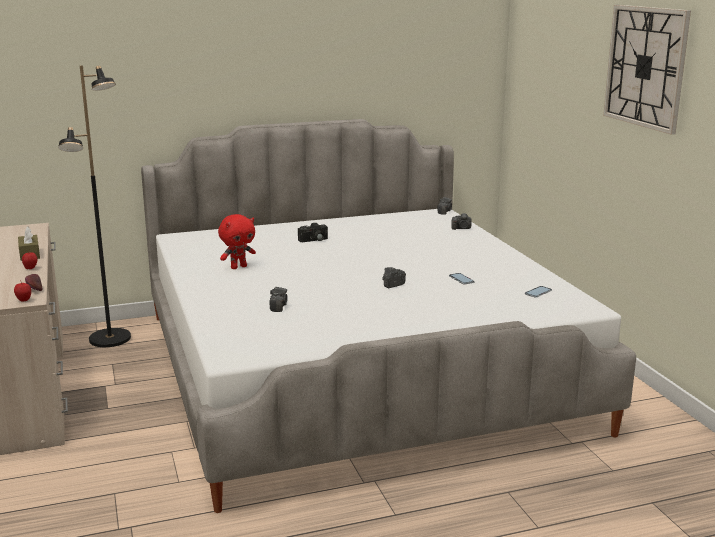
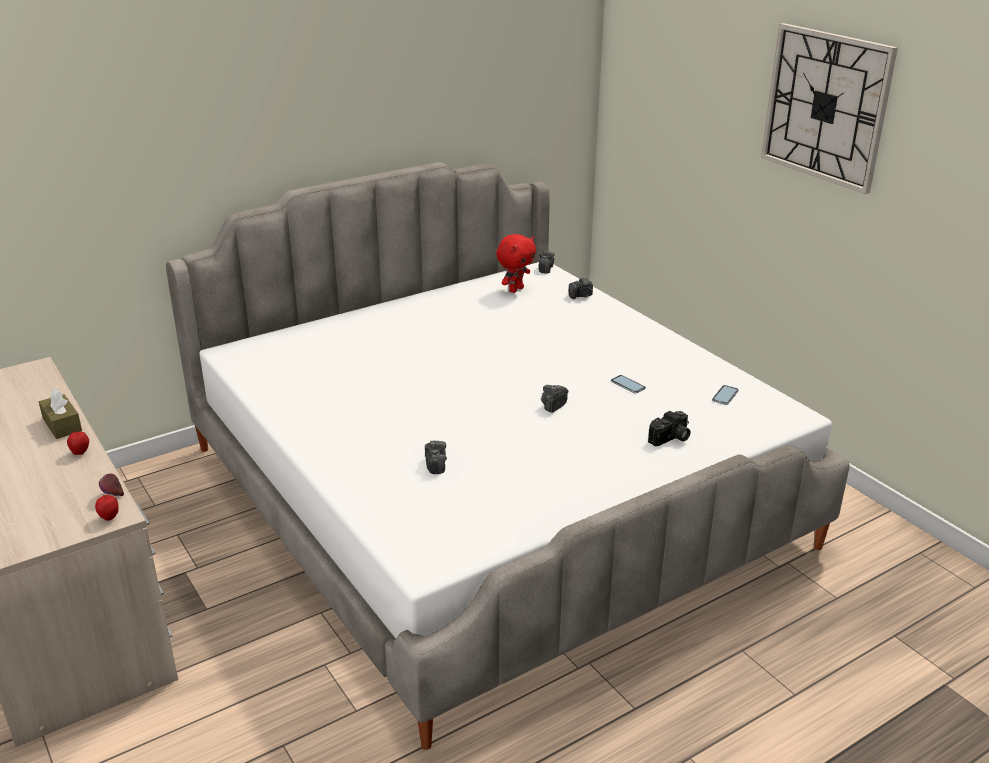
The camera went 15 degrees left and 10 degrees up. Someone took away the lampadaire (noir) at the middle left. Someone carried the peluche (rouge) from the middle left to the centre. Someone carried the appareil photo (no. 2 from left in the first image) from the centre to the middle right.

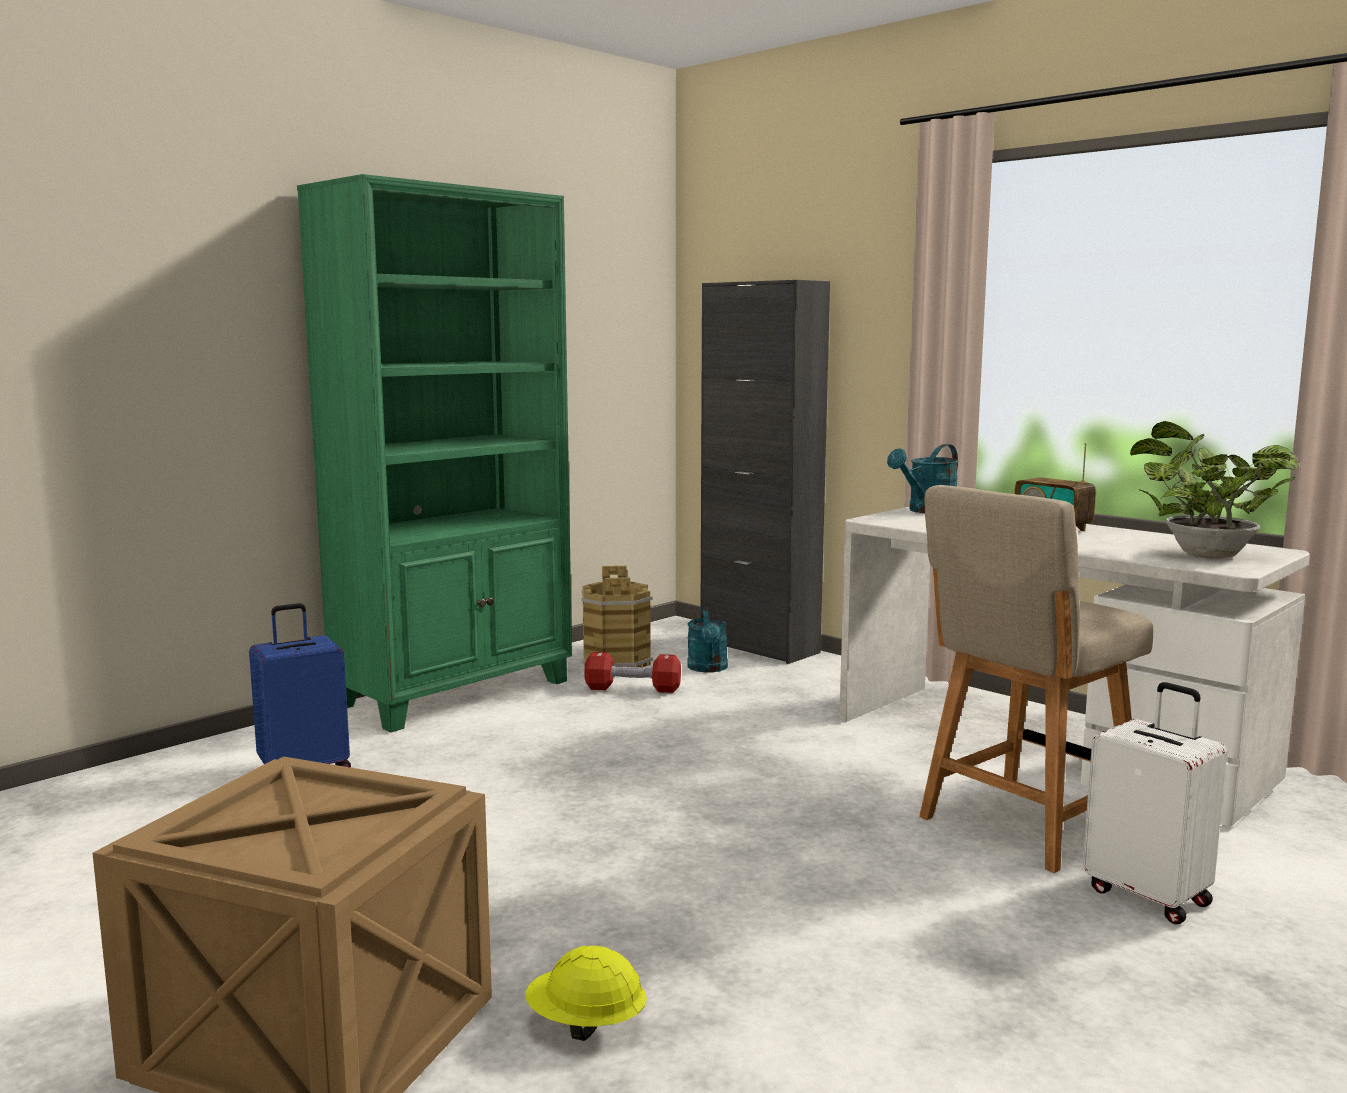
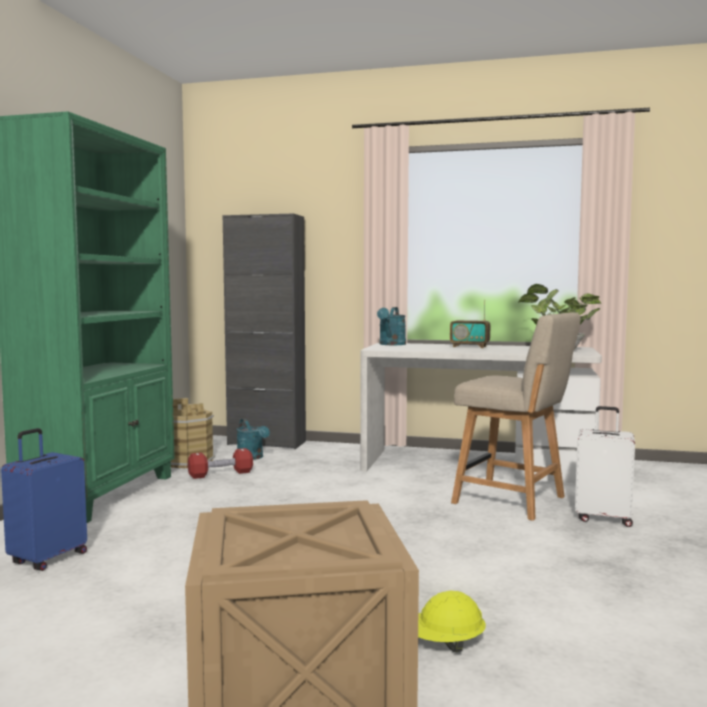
The camera went 30 degrees left and 5 degrees down. Someone rotated the chaise (beige) at the middle right by 75 degrees counterclockwise.

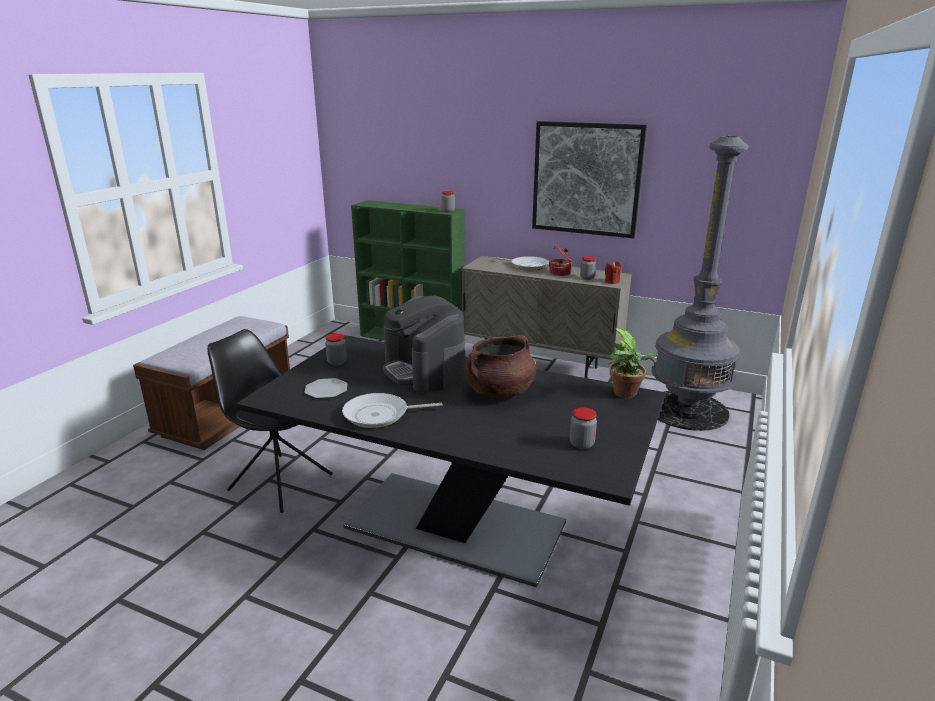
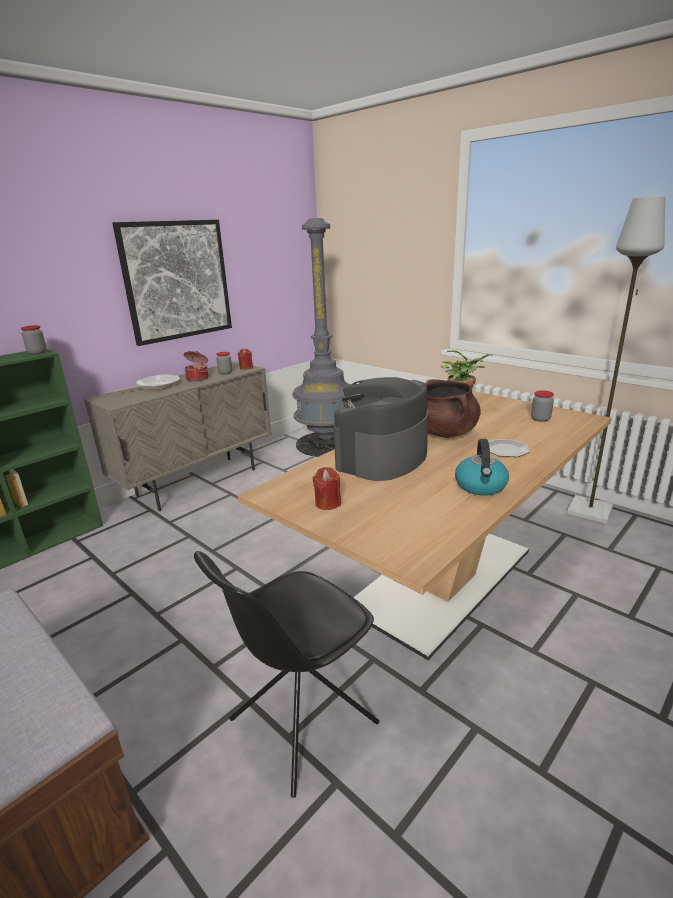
The camera went 70 degrees left and 0 degrees up. Someone put down the lampadaire (gris) (no. 2 from left) at the middle right. Someone carried the assiette from the centre to the middle right. Someone swapped the bocal (no. 1 from left) at the centre for the bougie (rouge) (no. 2 from left) at the centre. Someone swapped the poêle (no. 1 from left) at the centre for the bouilloire at the middle right. Someone repainted the table à manger (noir) at the centre, which became the table à manger (beige) at the centre. Someone rotated the machine à café at the centre by 135 degrees clockwise.

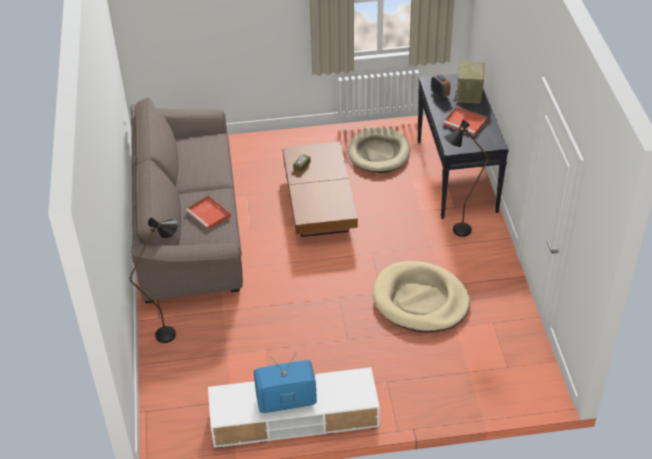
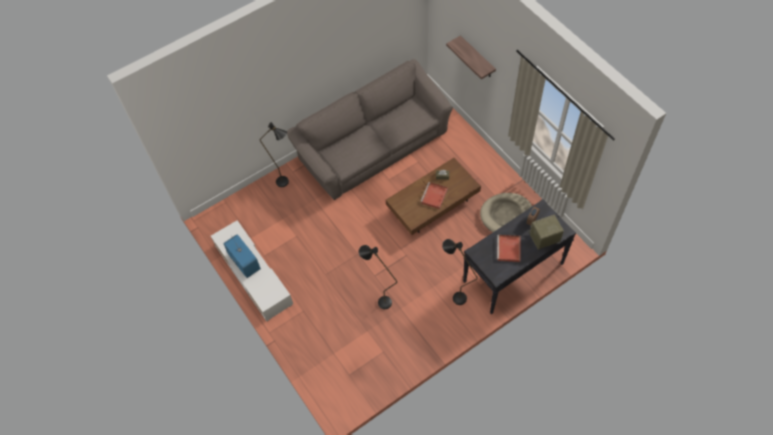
The camera went 65 degrees right and 15 degrees up. Someone put up the étagère at the top centre. Someone carried the plateau (rouge) (no. 1 from left) from the middle left to the centre. Someone swapped the panier pour chien (beige) (no. 2 from left) at the centre for the lampadaire (noir) (no. 2 from left) at the centre.

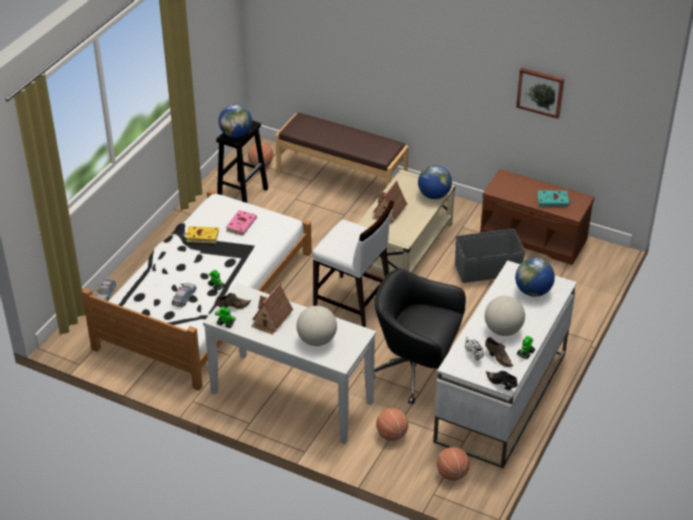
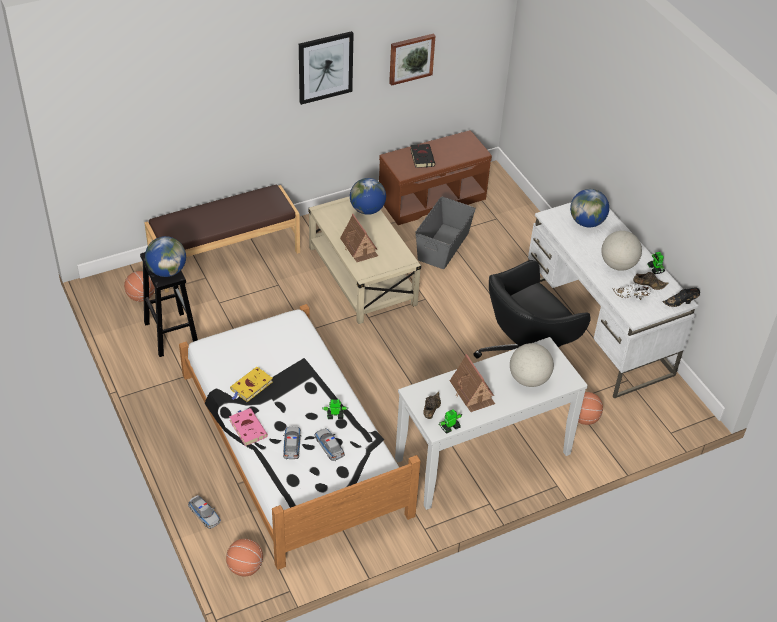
The camera went 55 degrees left and 5 degrees up. Someone took away the chaise (blanc) at the centre. Someone took away the livre (turquoise) at the middle right. Someone put down the petite voiture (no. 2 from left) at the bottom centre. Someone put up the tableau (no. 1 from left) at the top centre. Someone put down the livre (noir) at the top centre. Someone carried the livre (rose) from the centre to the bottom left. Someone carried the ballon de basket (no. 3 from left in the first image) from the bottom centre to the bottom left.

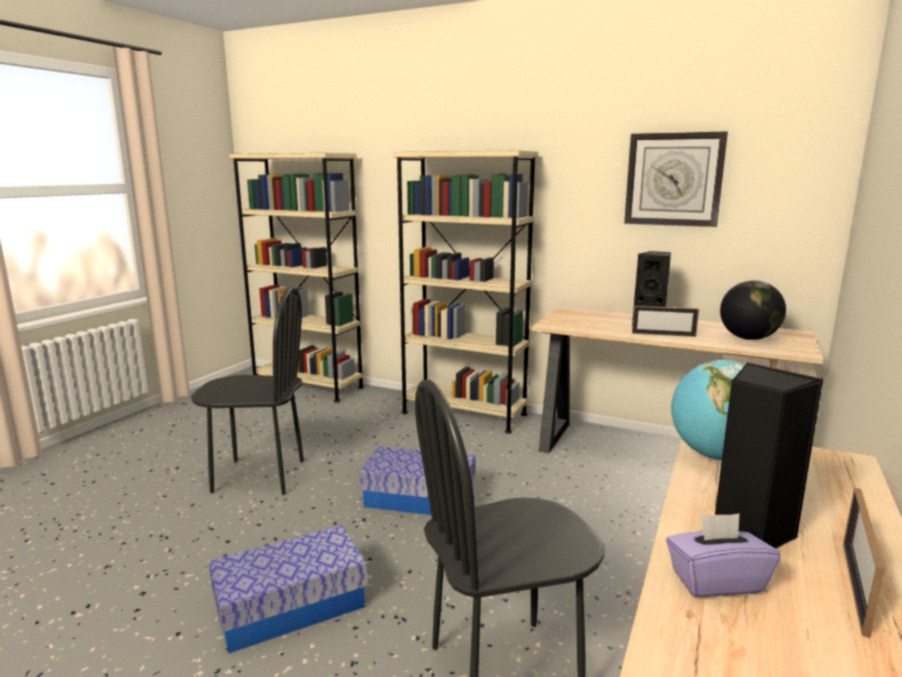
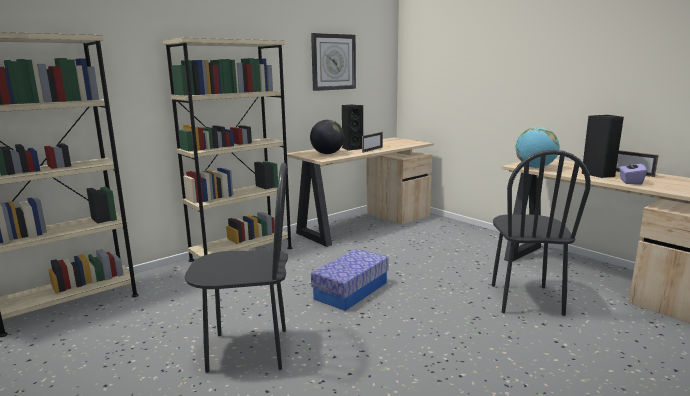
The camera went 65 degrees left and 0 degrees up. Someone took away the boîte de rangement (no. 1 from left) at the bottom left. Someone carried the globe (no. 2 from left in the first image) from the middle right to the centre. Someone rotated the chaise (noir) (no. 1 from left) at the middle left by 60 degrees clockwise.

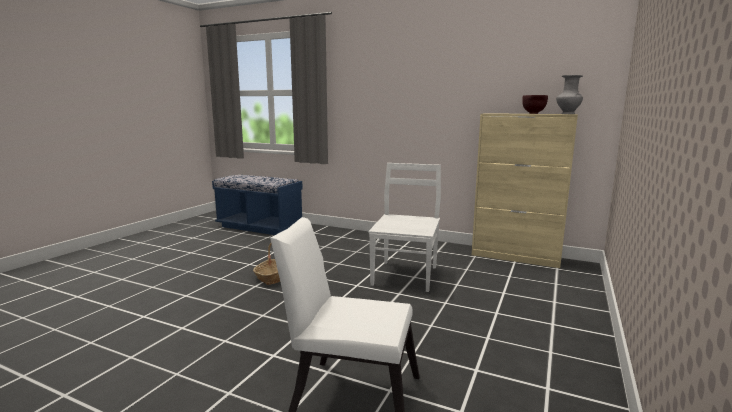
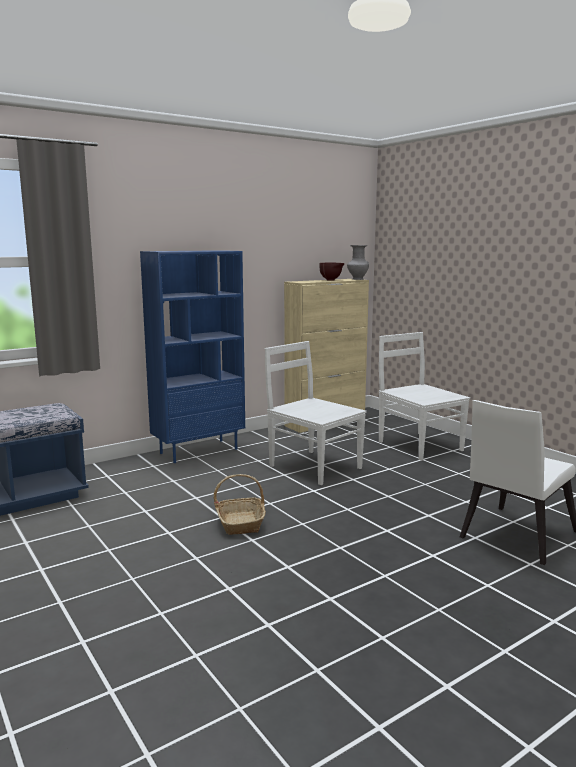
The camera went 60 degrees left and 0 degrees up. Someone put down the bibliothèque (bleu) at the centre. Someone put down the chaise (blanc) (no. 2 from left) at the middle right.

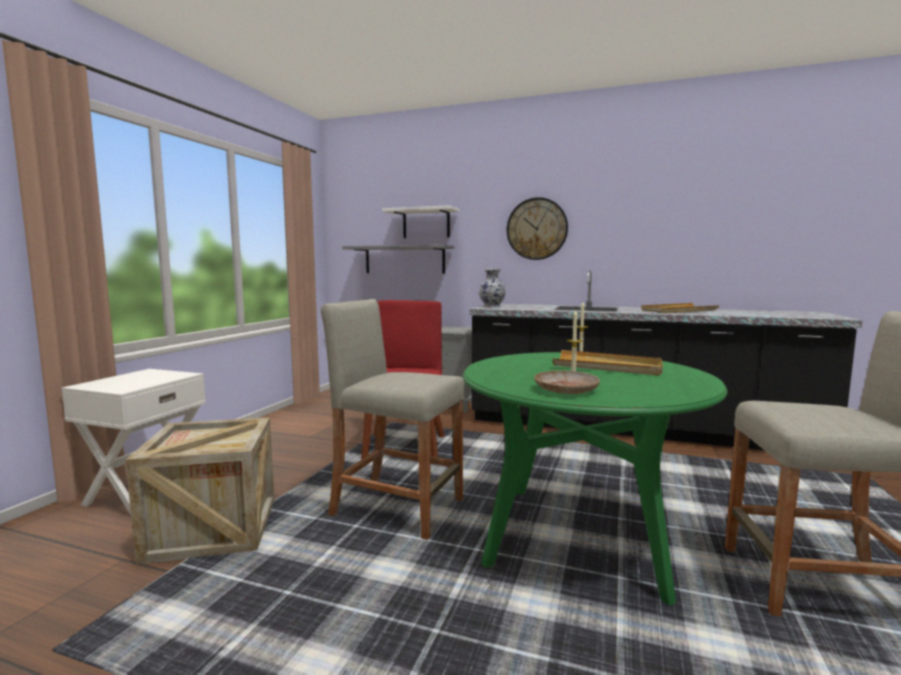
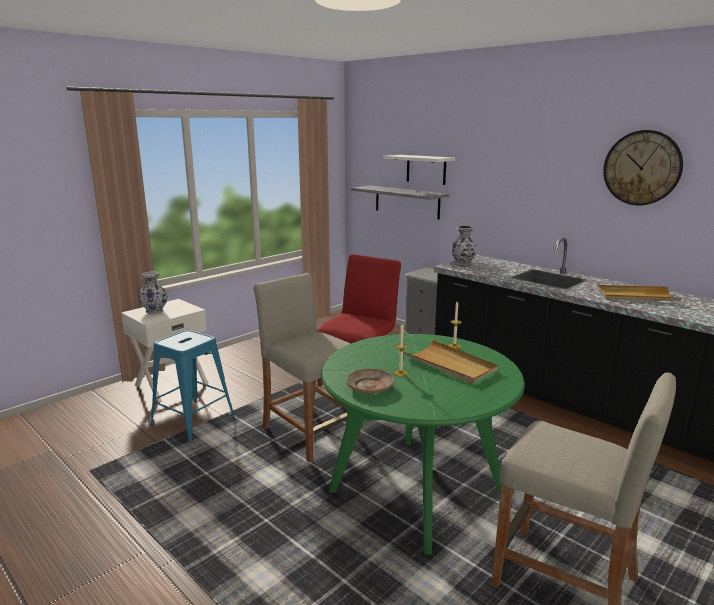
The camera went 25 degrees right and 10 degrees up. Someone put down the vase (no. 1 from left) at the middle left. Someone carried the horloge murale from the centre to the top right. Someone swapped the caisse at the bottom left for the tabouret (bleu) at the middle left.

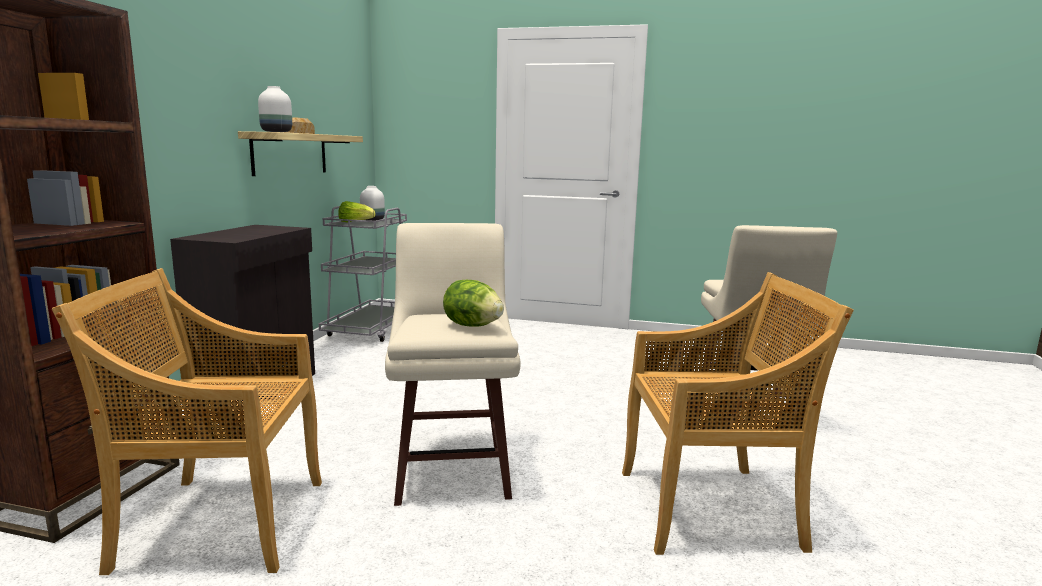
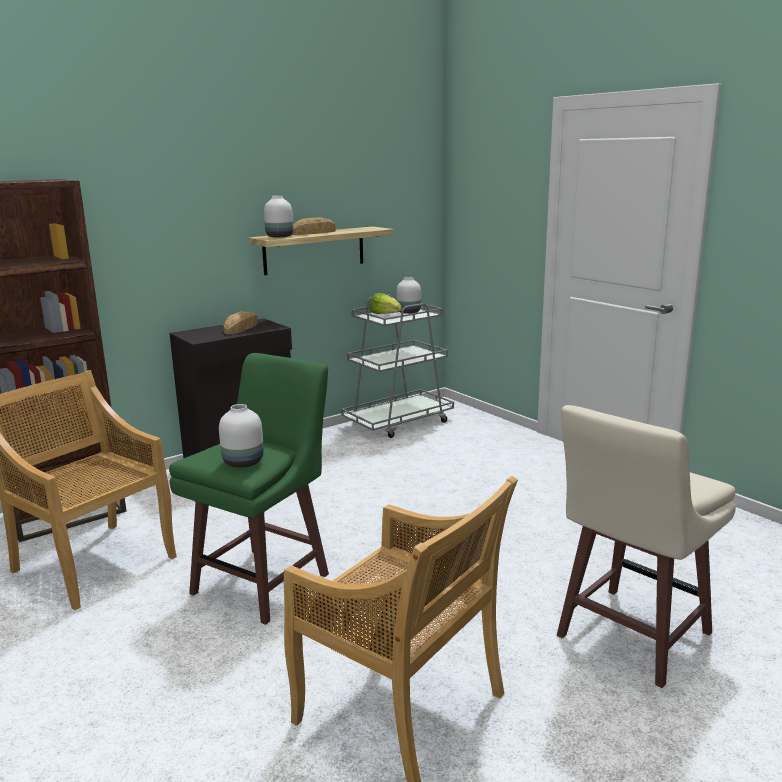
The camera went 40 degrees right and 5 degrees up. Someone put down the pain (no. 1 from left) at the middle left. Someone swapped the laitue (no. 2 from left) at the centre for the vase (blanc) (no. 1 from left) at the middle left. Someone repainted the tabouret (beige) (no. 1 from left) at the centre, which became the tabouret (vert) at the middle left.

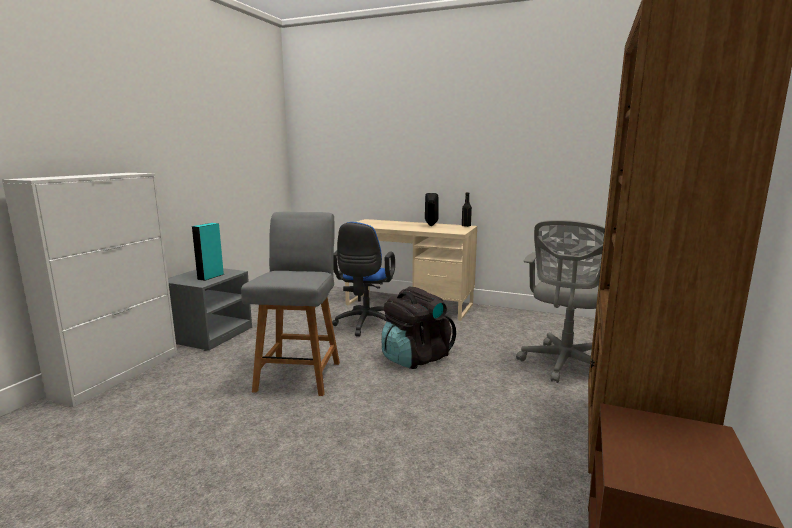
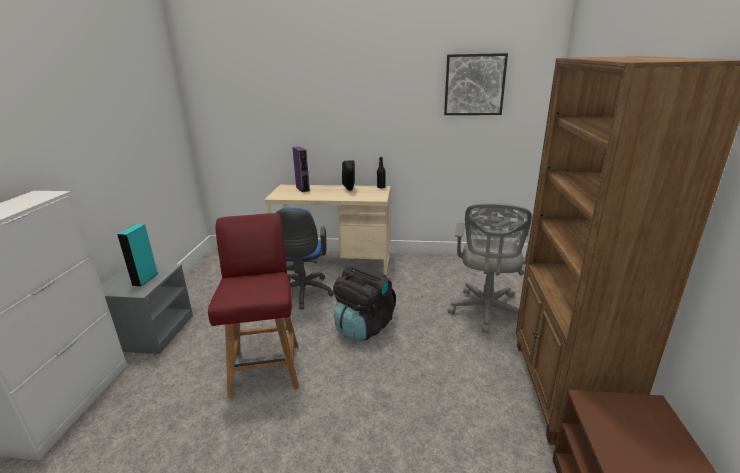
The camera went 15 degrees left and 10 degrees up. Someone put down the enceinte (violet) at the centre. Someone put up the tableau at the top centre. Someone repainted the chaise (gris) at the centre, which became the chaise (rouge) at the centre.

